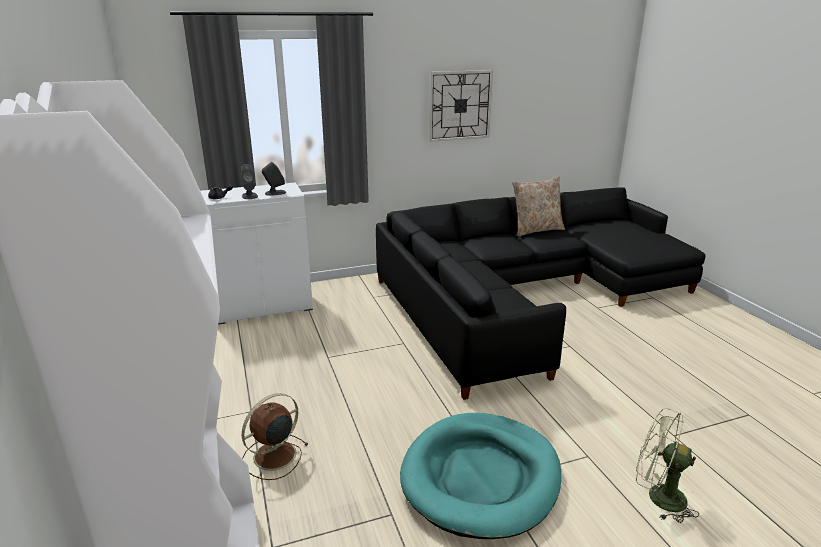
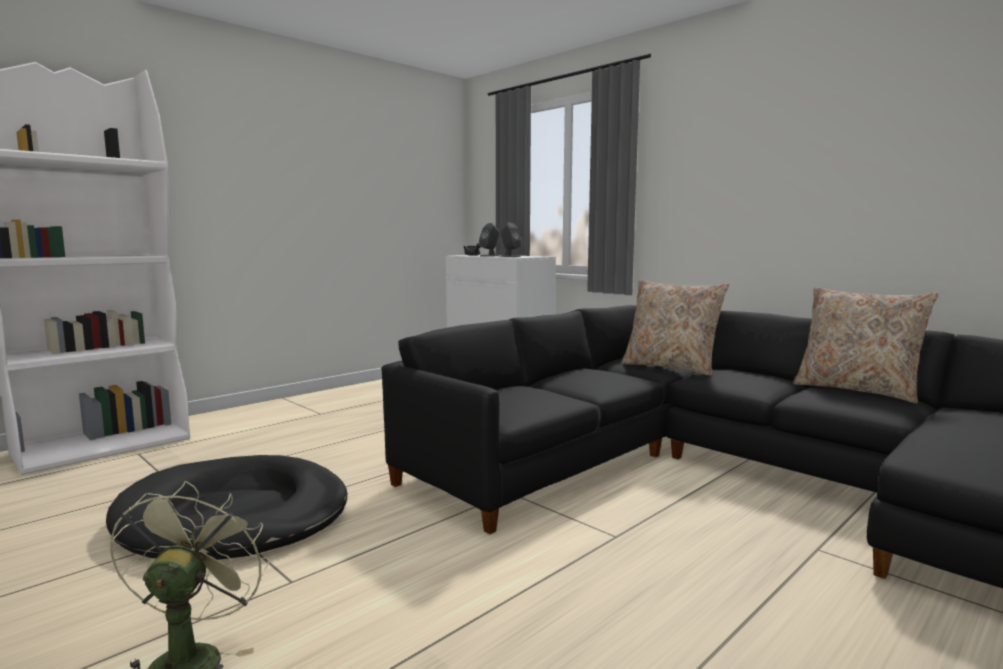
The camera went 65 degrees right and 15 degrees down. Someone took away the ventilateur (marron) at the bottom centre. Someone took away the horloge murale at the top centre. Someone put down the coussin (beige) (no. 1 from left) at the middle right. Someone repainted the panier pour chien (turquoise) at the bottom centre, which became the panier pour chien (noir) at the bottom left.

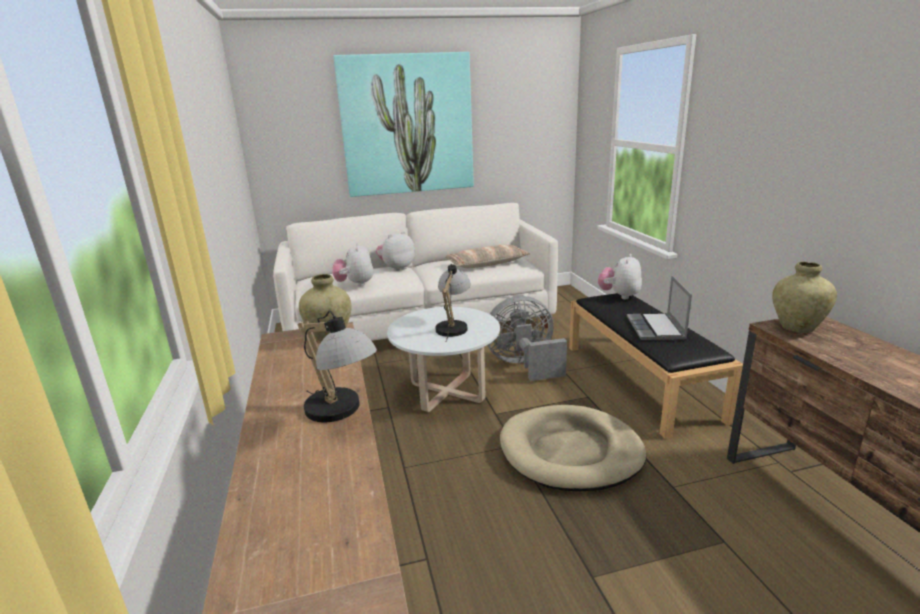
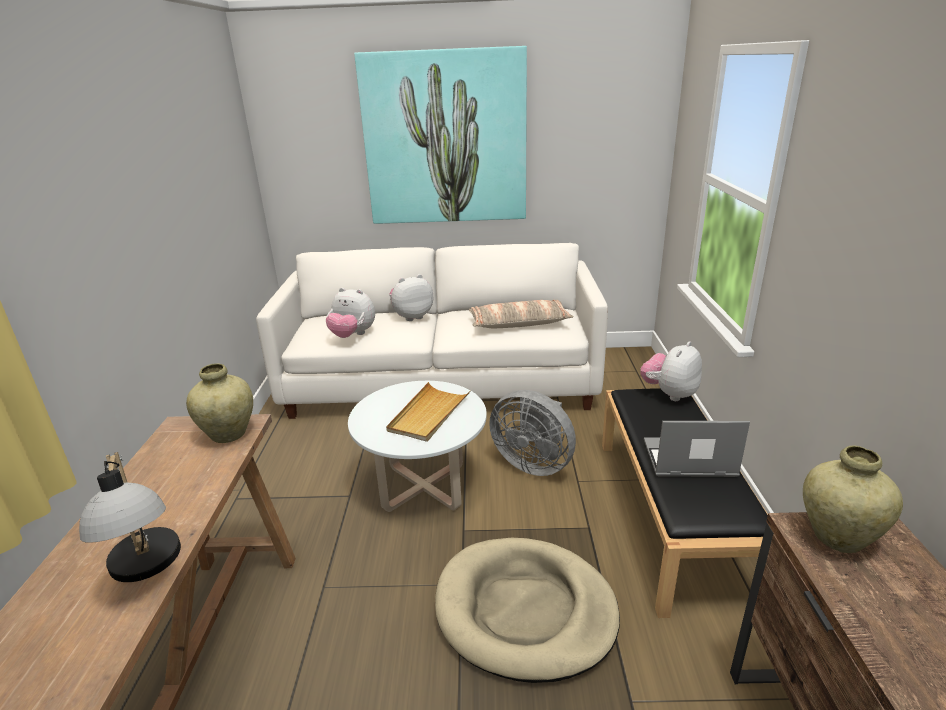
The camera went 15 degrees right and 5 degrees up. Someone swapped the lampe de table (no. 2 from left) at the centre for the plateau (beige) at the centre. Someone rotated the peluche (no. 1 from left) at the centre by 75 degrees counterclockwise. Someone rotated the ventilateur (gris) at the centre by 150 degrees counterclockwise. Someone rotated the ordinateur portable at the middle right by 75 degrees clockwise.

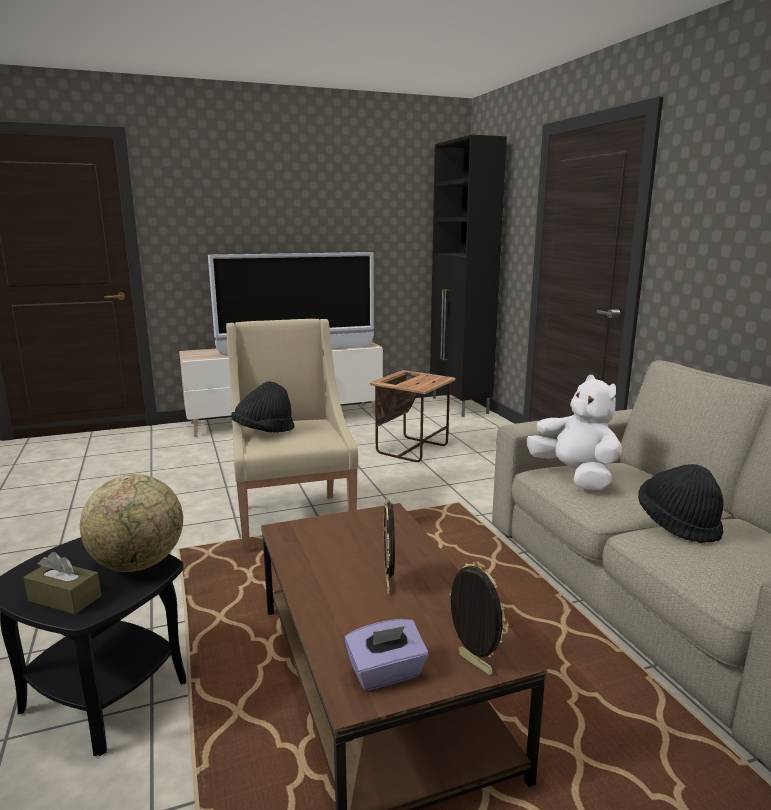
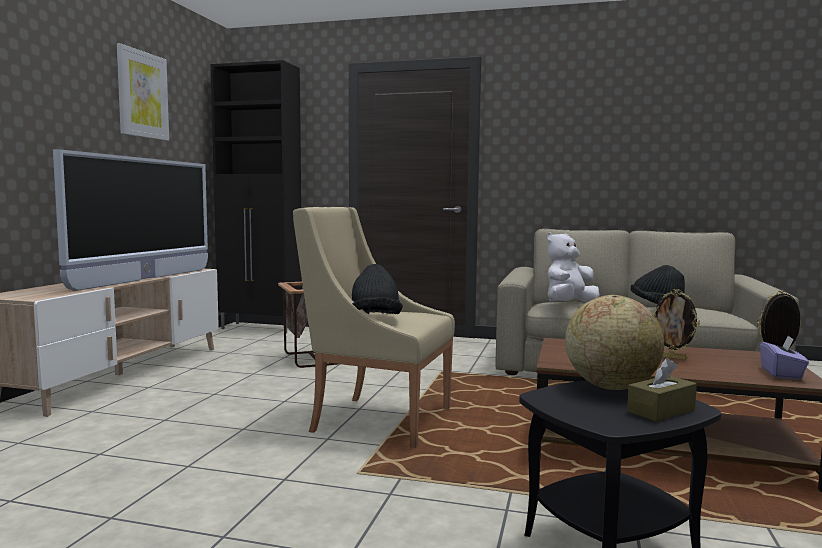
The camera went 55 degrees left and 10 degrees down. Someone put up the tableau at the top left. Someone rotated the peluche (blanc) at the middle right by 45 degrees counterclockwise.

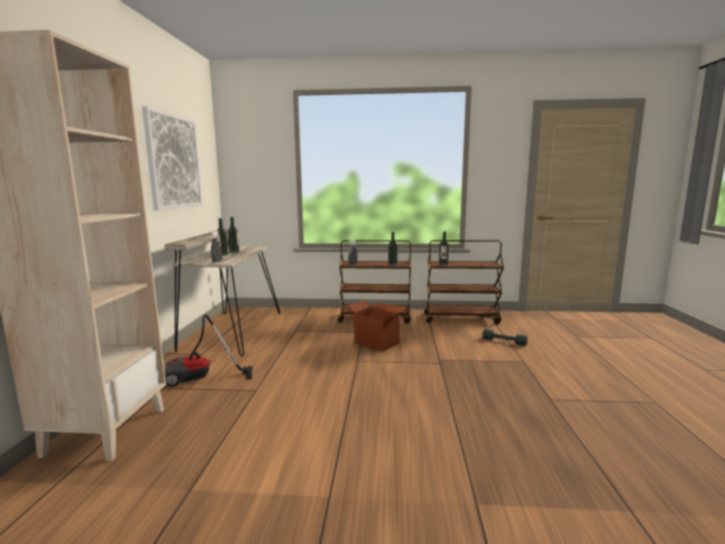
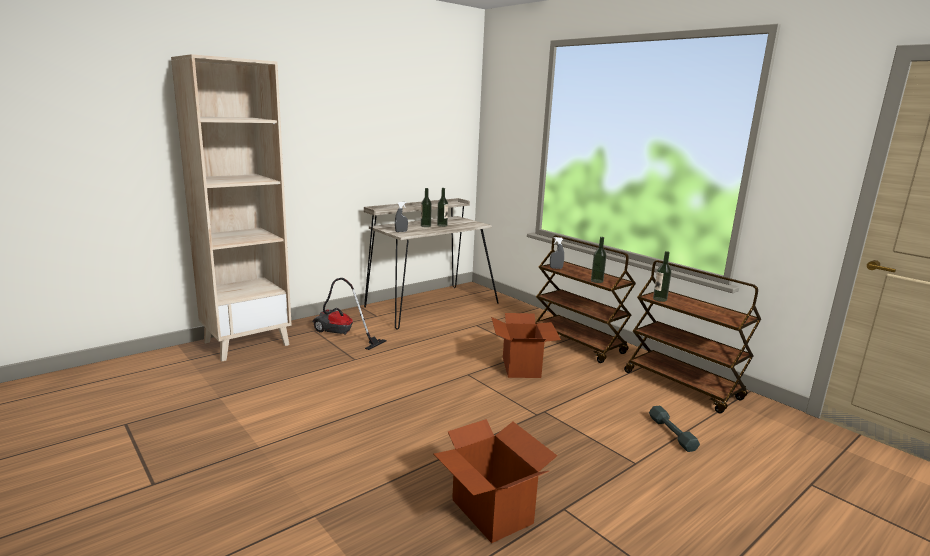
The camera went 45 degrees right and 5 degrees up. Someone took away the tableau at the top left. Someone put down the carton (no. 1 from left) at the bottom centre.

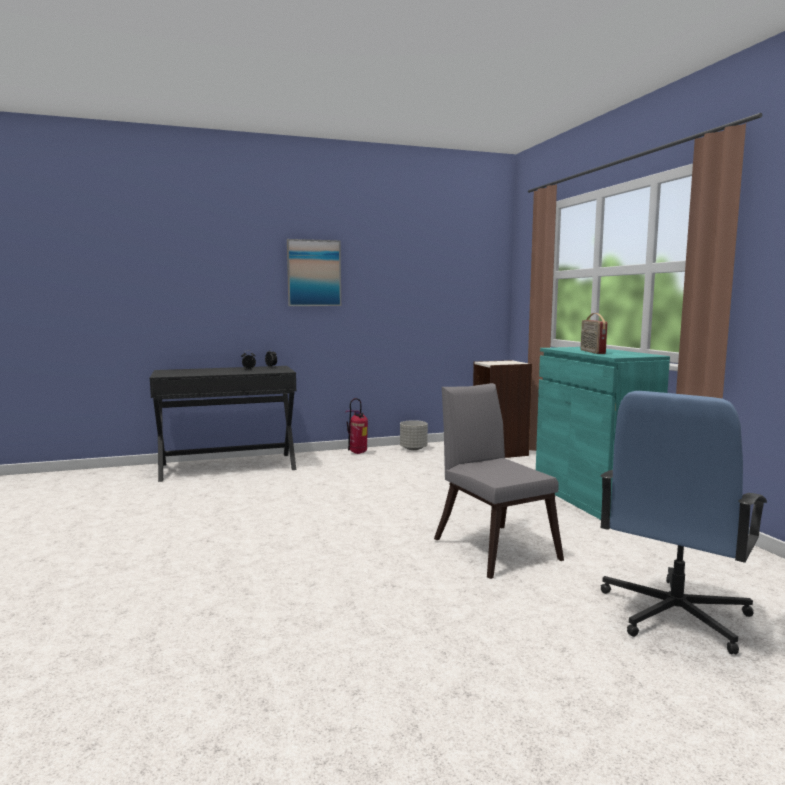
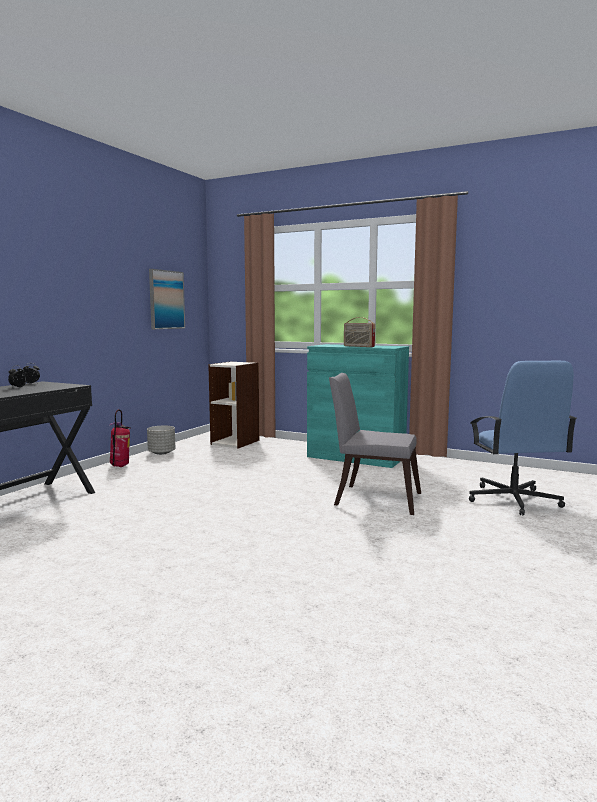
The camera went 45 degrees left and 0 degrees up. Someone carried the tableau from the centre to the middle left.

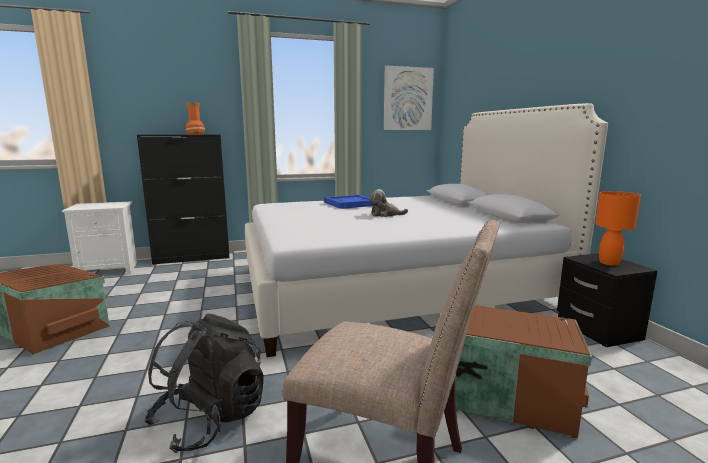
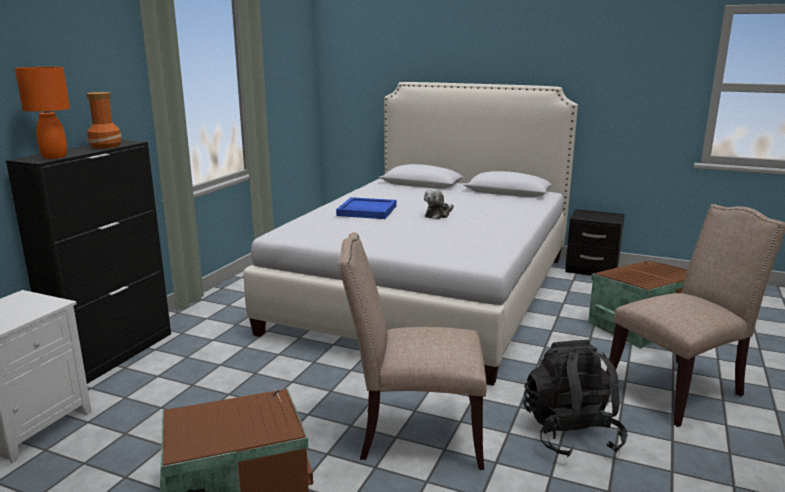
The camera went 50 degrees left and 5 degrees up. Someone took away the tableau at the top centre. Someone put down the chaise (beige) (no. 1 from left) at the bottom centre. Someone carried the lampe de table (orange) from the middle right to the top left.

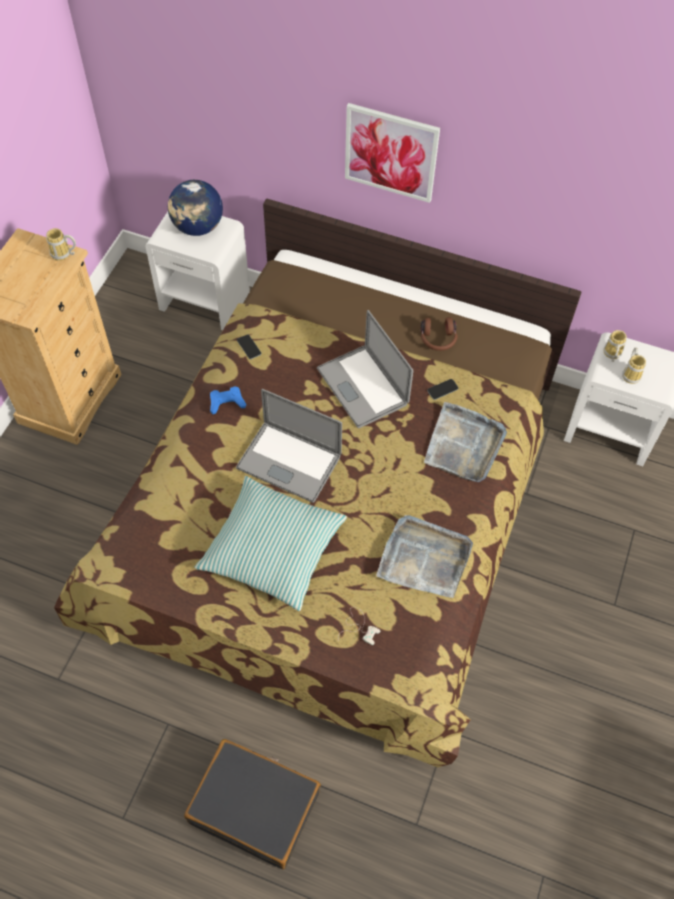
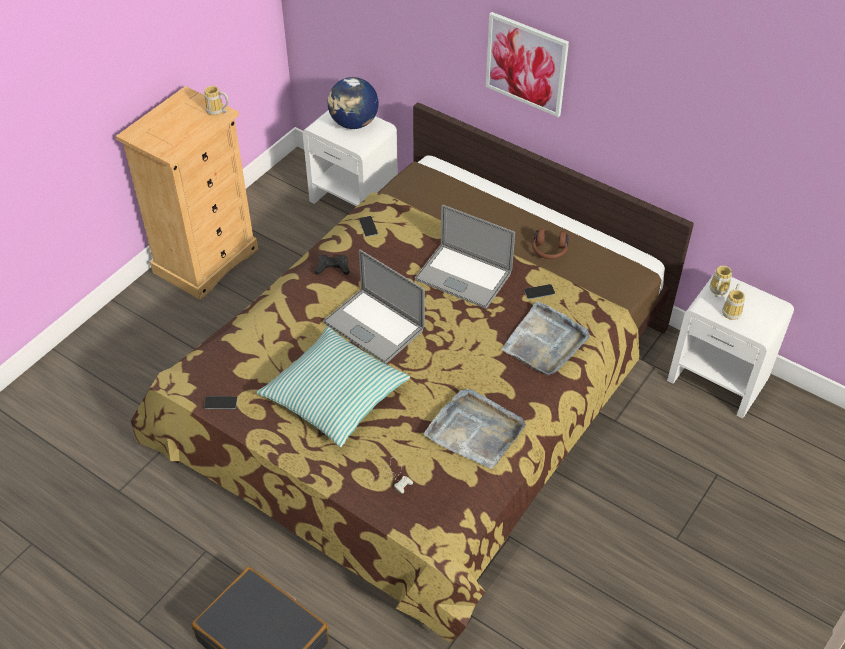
The camera went 15 degrees right and 10 degrees down. Someone put down the téléphone (no. 1 from left) at the middle left. Someone repainted the manette (bleu) at the centre, which became the manette (noir) at the centre. Someone rotated the ordinateur portable (no. 2 from left) at the centre by 45 degrees counterclockwise.

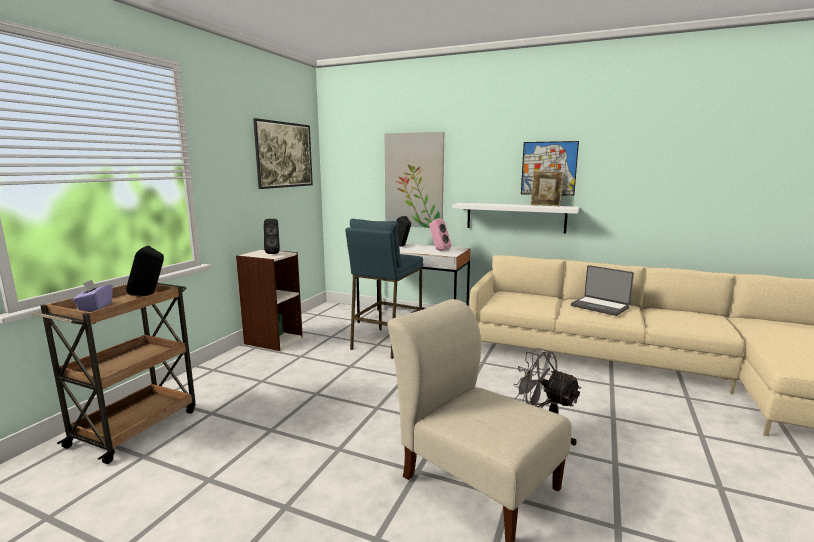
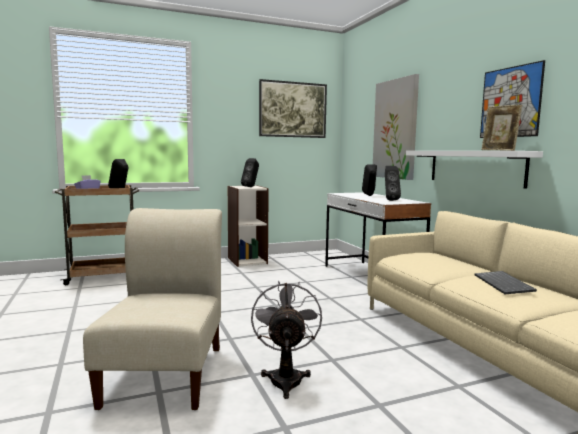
The camera went 45 degrees right and 5 degrees down. Someone took away the tabouret (bleu) at the centre. Someone swapped the ordinateur portable at the middle right for the clavier at the middle right. Someone repainted the enceinte (rose) at the centre, which became the enceinte (noir) (no. 4 from left) at the middle right.

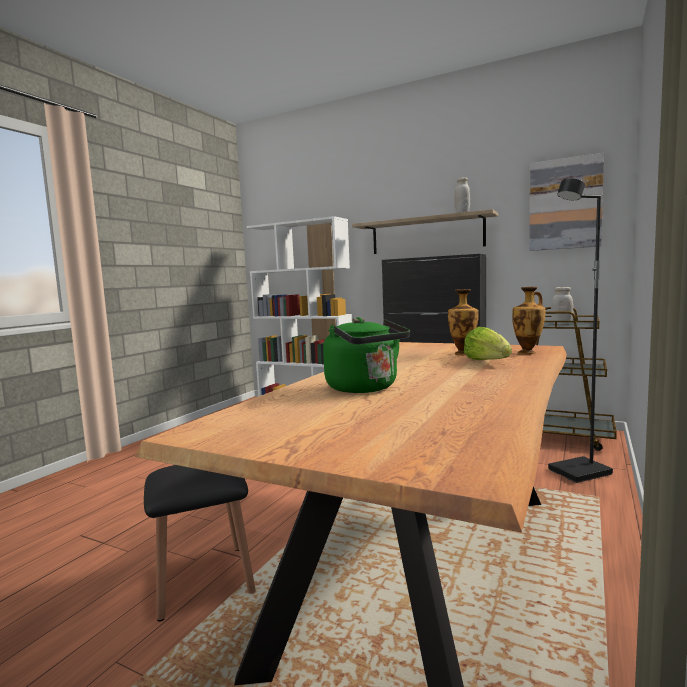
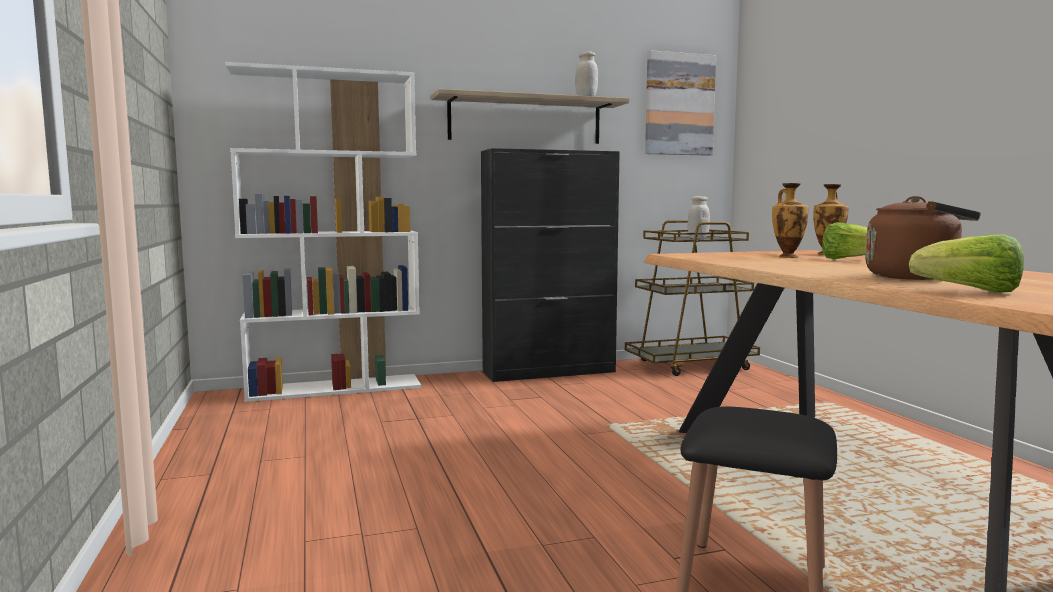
The camera went 45 degrees left and 0 degrees up. Someone took away the lampadaire (noir) at the middle right. Someone put down the laitue (no. 2 from left) at the middle right. Someone repainted the bouilloire (vert) at the centre, which became the bouilloire (marron) at the middle right.

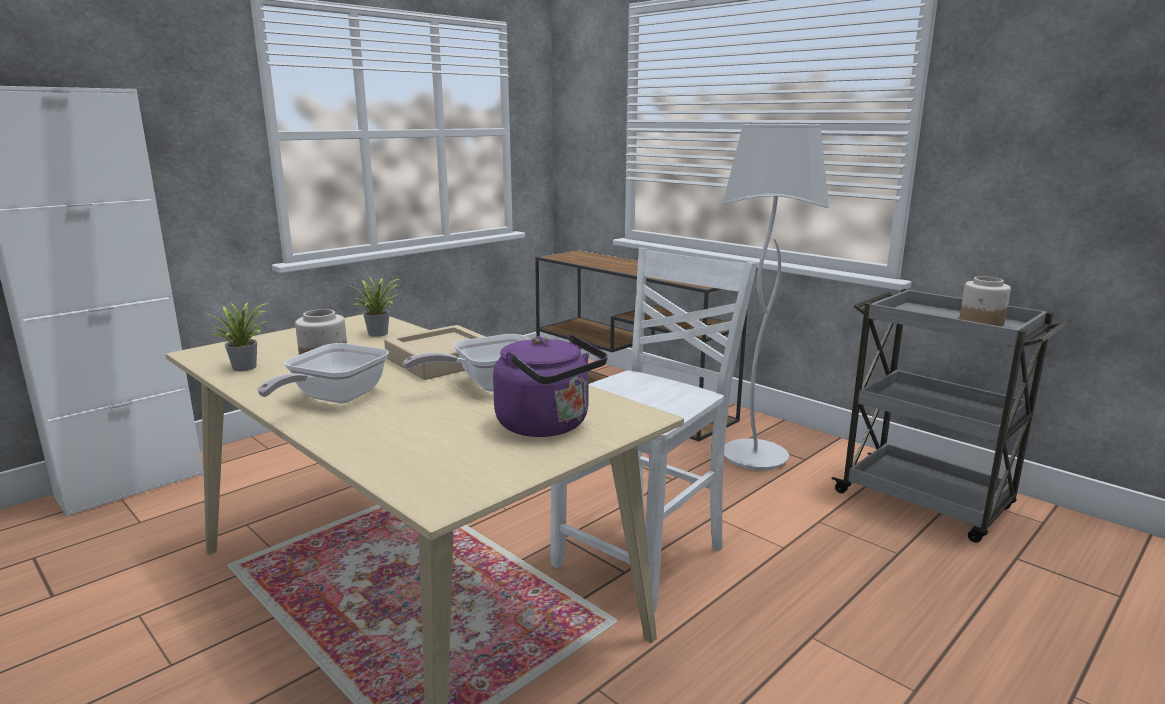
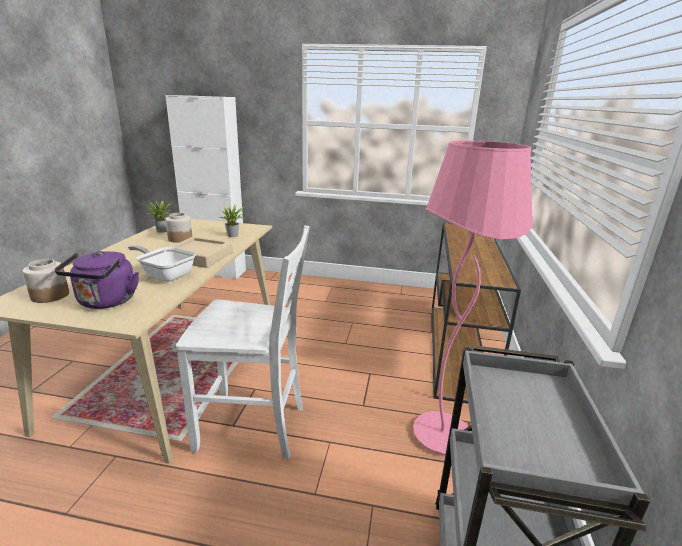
The camera went 55 degrees right and 5 degrees up. Someone took away the poêle (no. 1 from left) at the middle left. Someone carried the bocal (no. 2 from left in the first image) from the middle right to the middle left. Someone repainted the lampadaire (blanc) at the centre, which became the lampadaire (rose) at the middle right.

